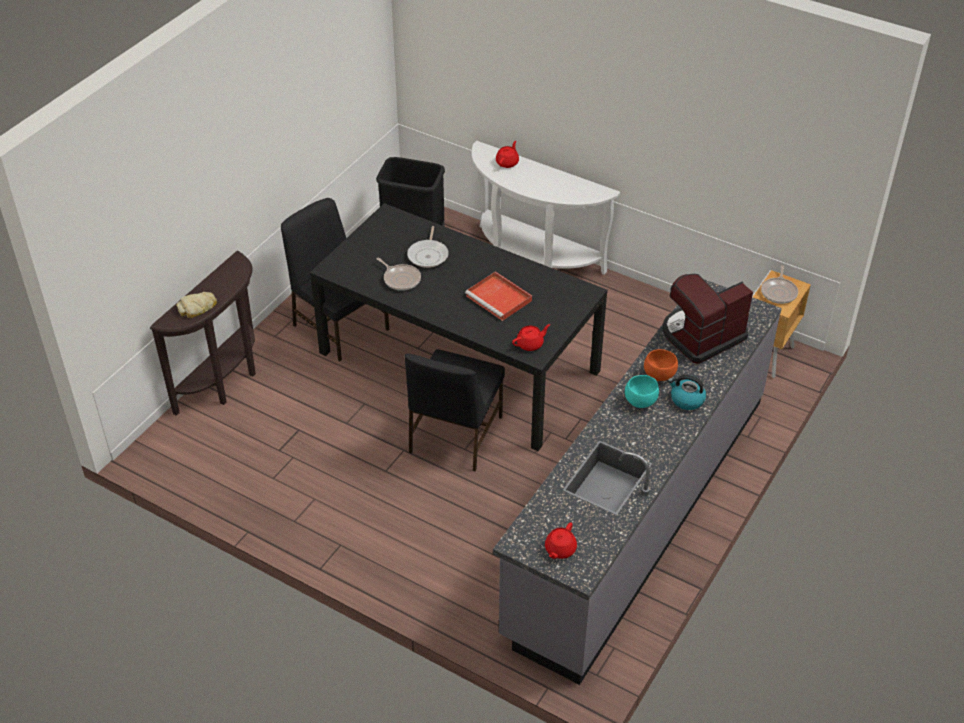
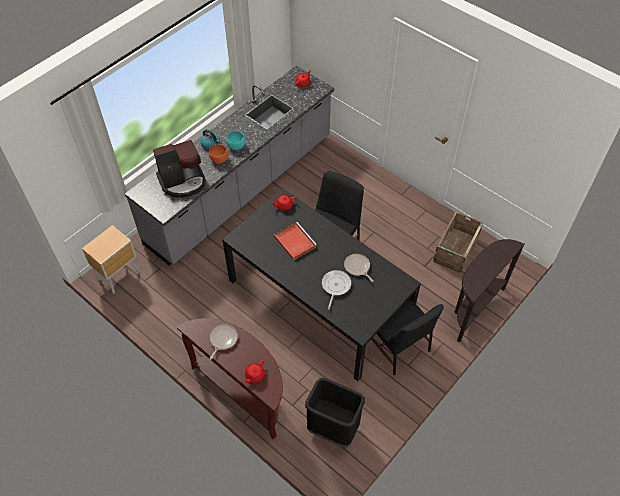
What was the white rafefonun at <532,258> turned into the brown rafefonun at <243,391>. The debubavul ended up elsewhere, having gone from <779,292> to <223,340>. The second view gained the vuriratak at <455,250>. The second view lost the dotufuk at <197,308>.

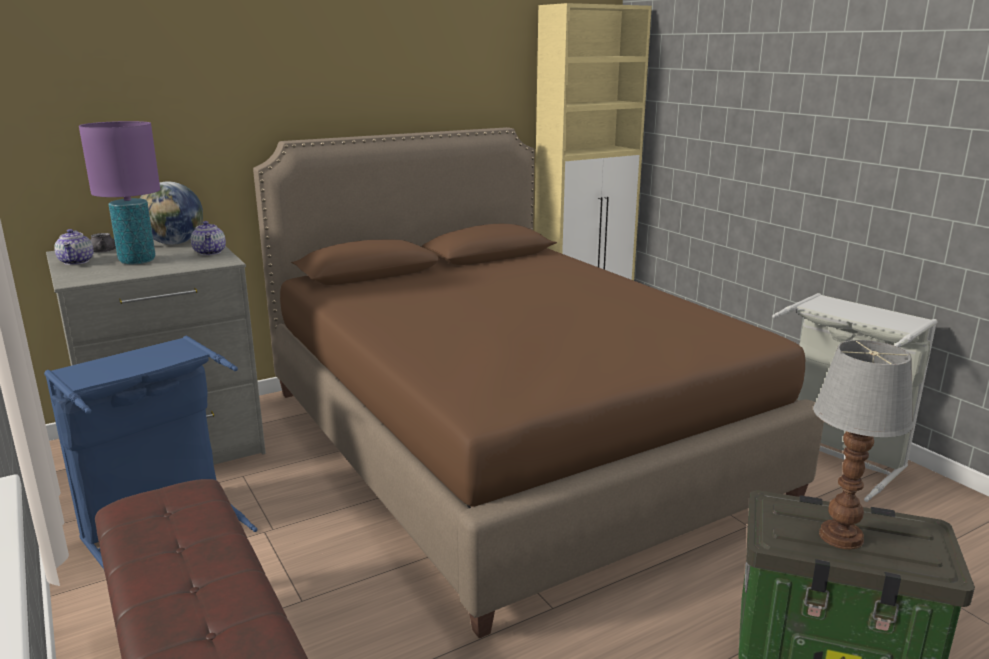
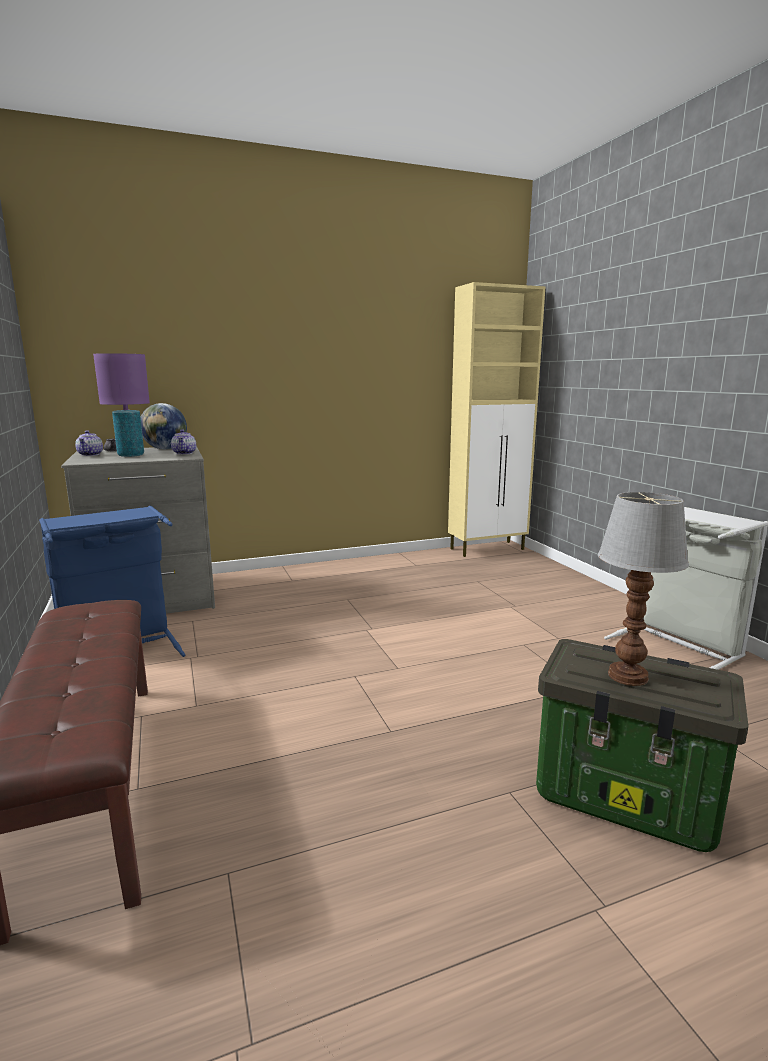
The second view lost the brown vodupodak at <506,441>.

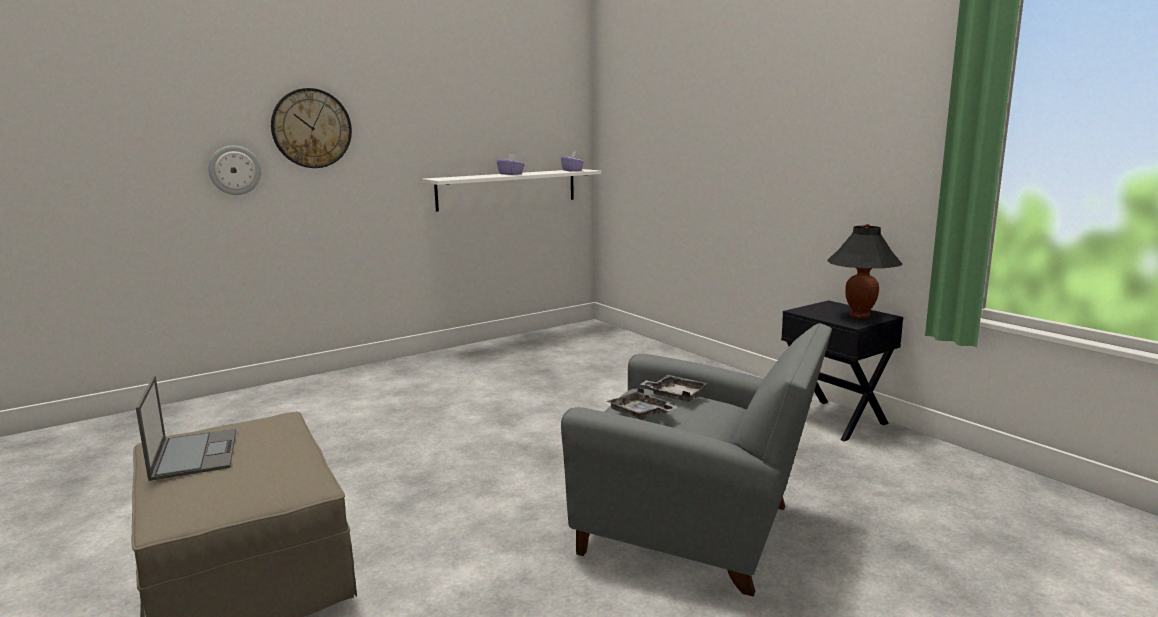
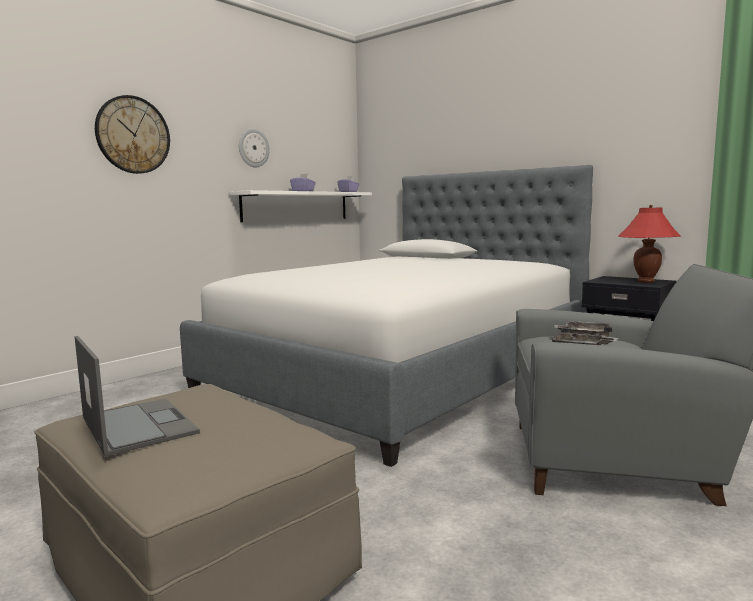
The second view gained the vodupodak at <403,374>. The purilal ended up elsewhere, having gone from <234,170> to <253,148>. What was the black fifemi at <859,316> turned into the red fifemi at <645,281>.

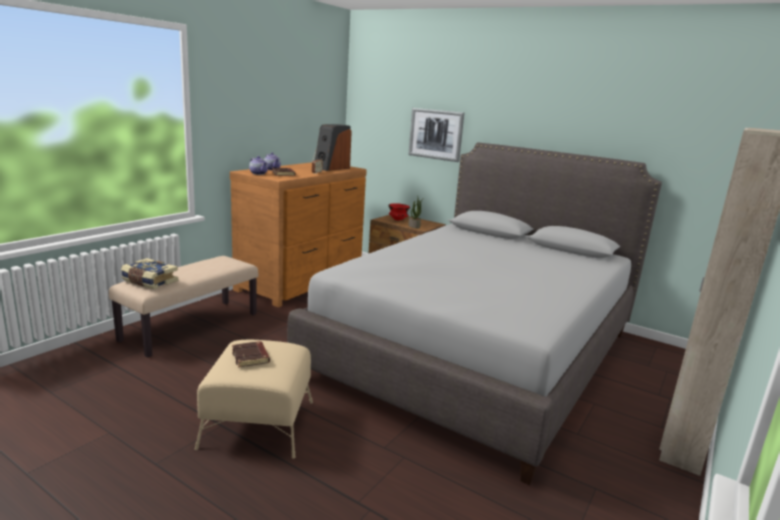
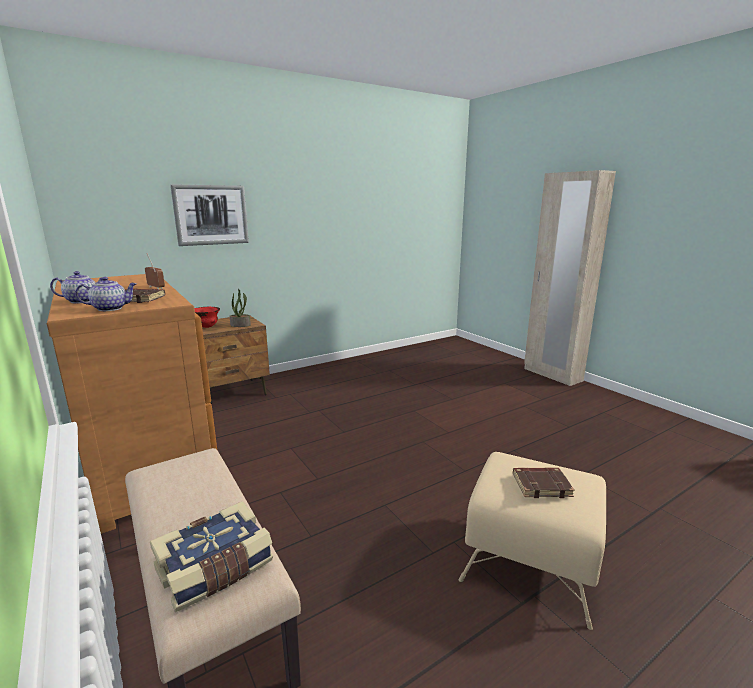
The second view lost the grey vodupodak at <478,353>. The second view lost the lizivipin at <331,168>.

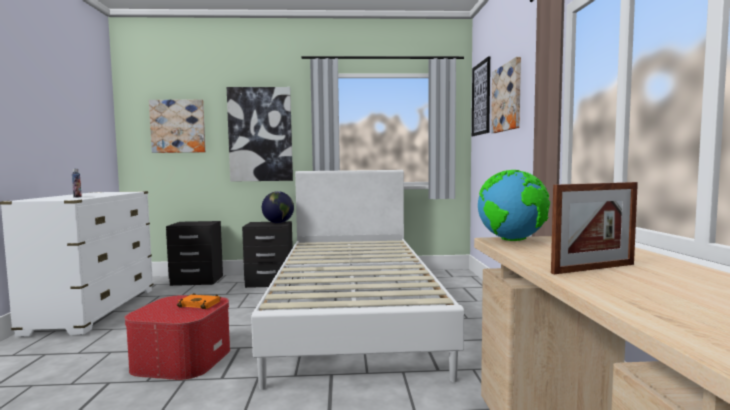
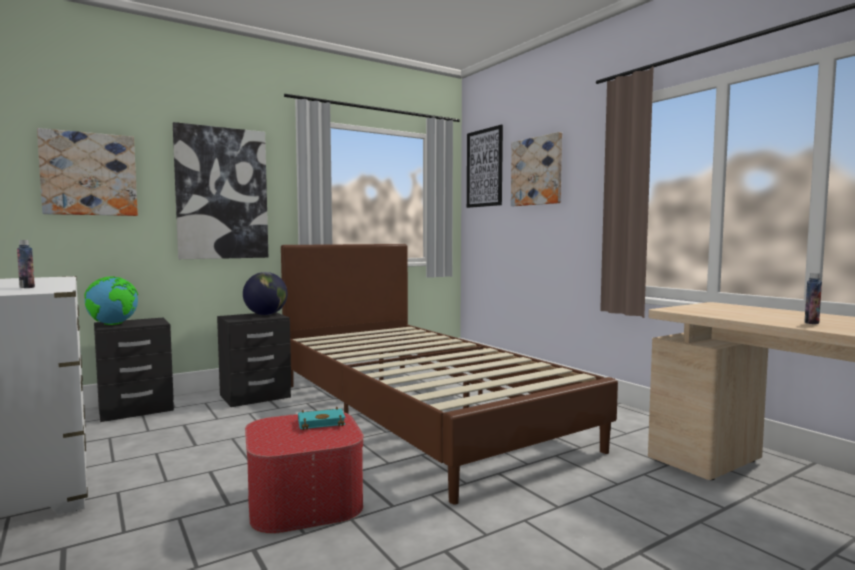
The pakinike ended up elsewhere, having gone from <512,240> to <113,324>. What was the white vodupodak at <354,312> turned into the brown vodupodak at <419,413>. What was the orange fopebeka at <201,304> turned into the turquoise fopebeka at <322,422>. Where the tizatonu stood at <593,268>, the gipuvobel came to stand at <811,323>.

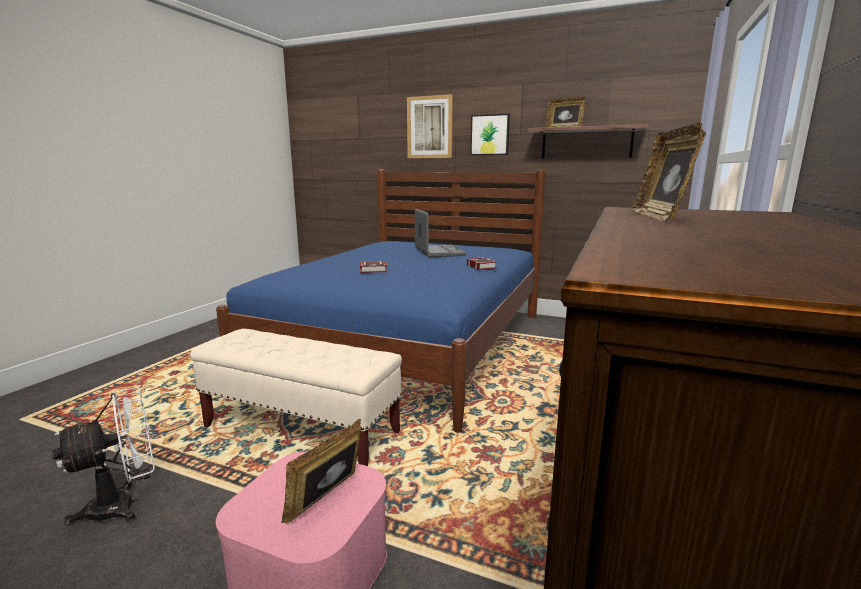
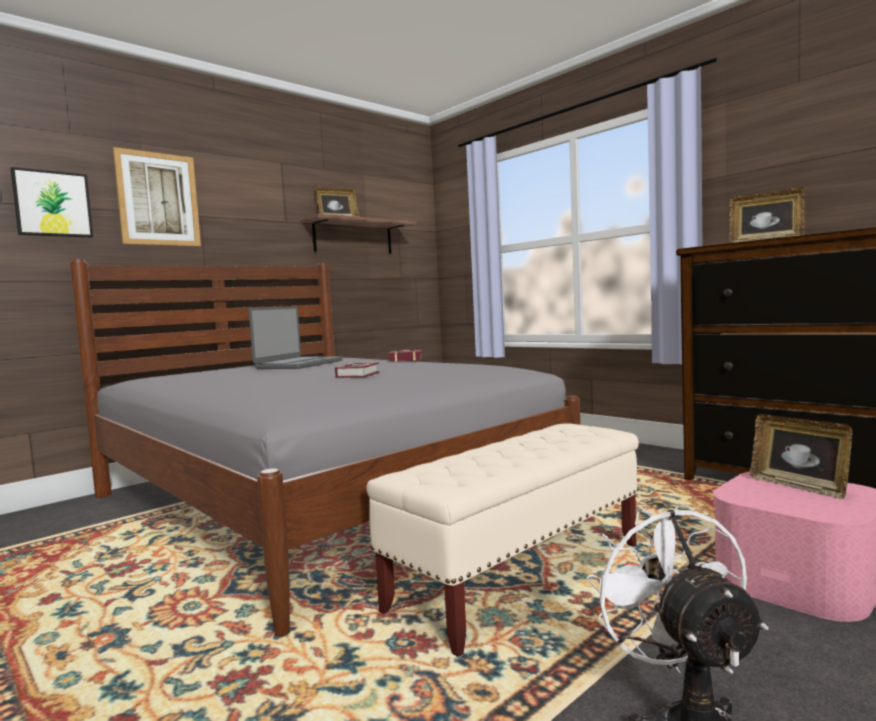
The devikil ended up elsewhere, having gone from <490,135> to <52,204>. What was the blue vodupodak at <408,343> turned into the grey vodupodak at <319,498>. The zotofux at <438,252> ended up facing another way, 105 degrees clockwise from before.

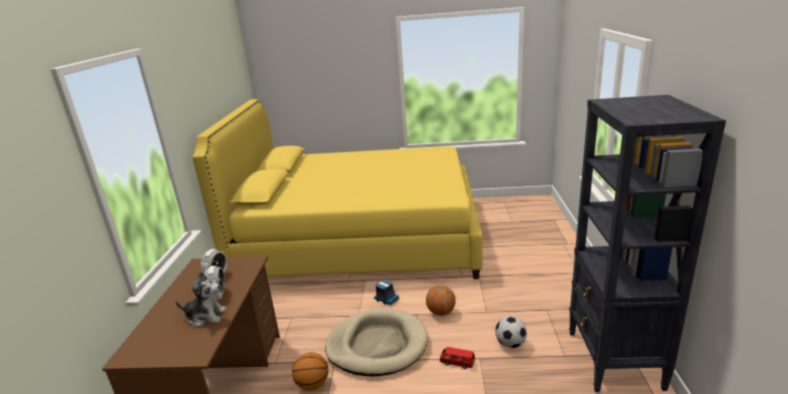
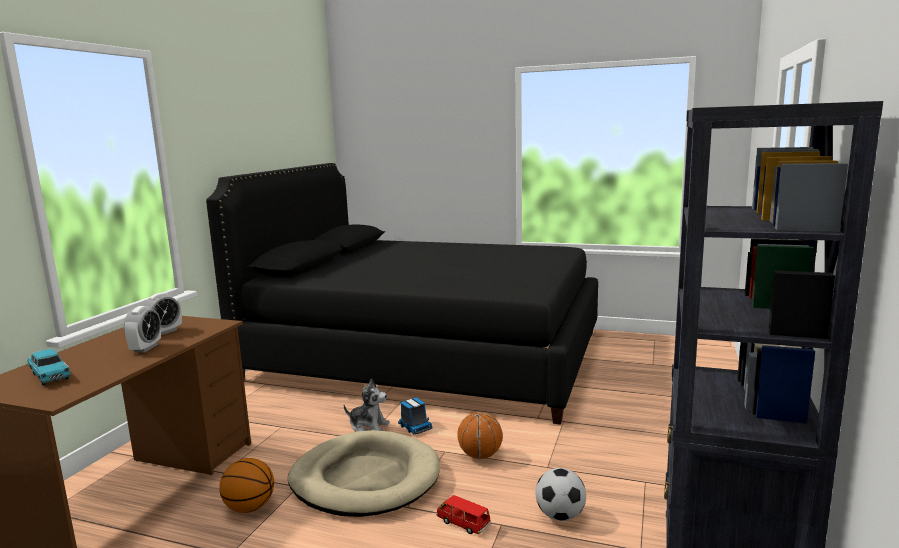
The second view gained the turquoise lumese at <50,376>. What was the yellow vodupodak at <361,240> turned into the black vodupodak at <427,356>. The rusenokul ended up elsewhere, having gone from <206,316> to <368,426>.

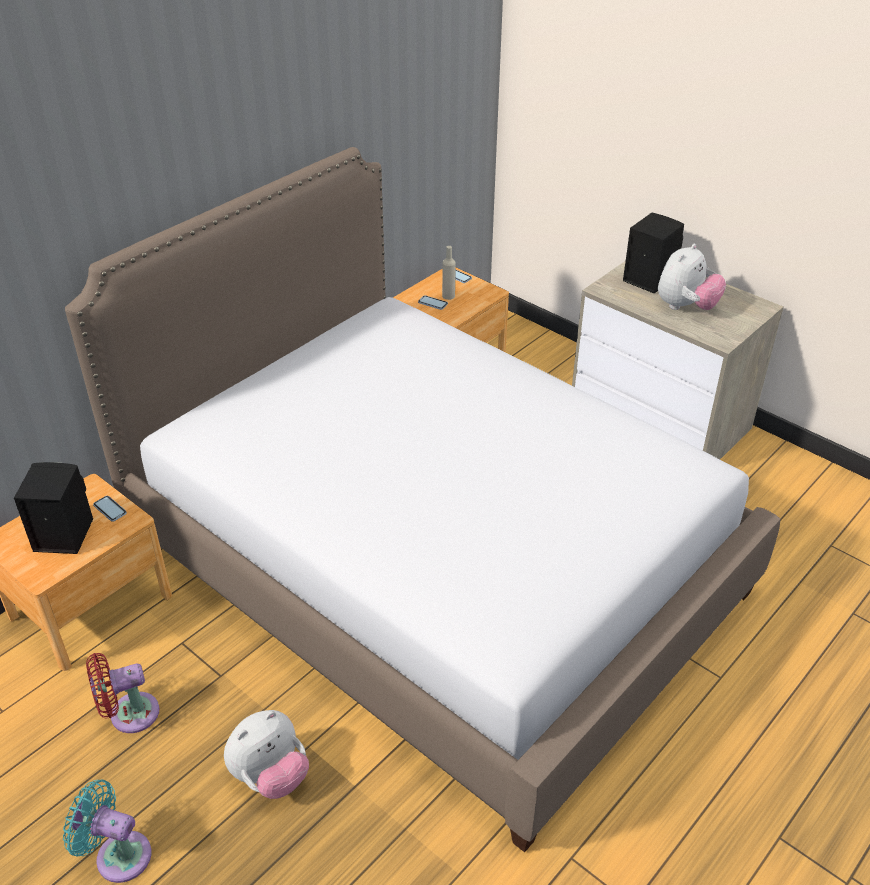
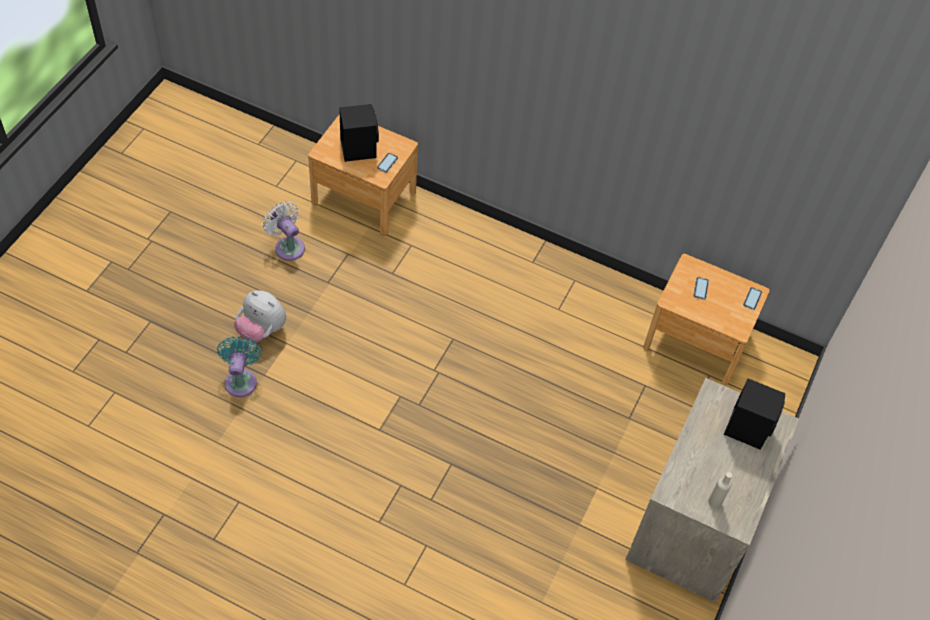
The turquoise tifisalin ended up elsewhere, having gone from <118,855> to <241,379>. What was the red tifisalin at <129,714> turned into the white tifisalin at <288,246>. The beige gipuvobel ended up elsewhere, having gone from <448,296> to <715,502>. The second view lost the vodupodak at <434,566>. The second view lost the rusenokul at <685,307>.

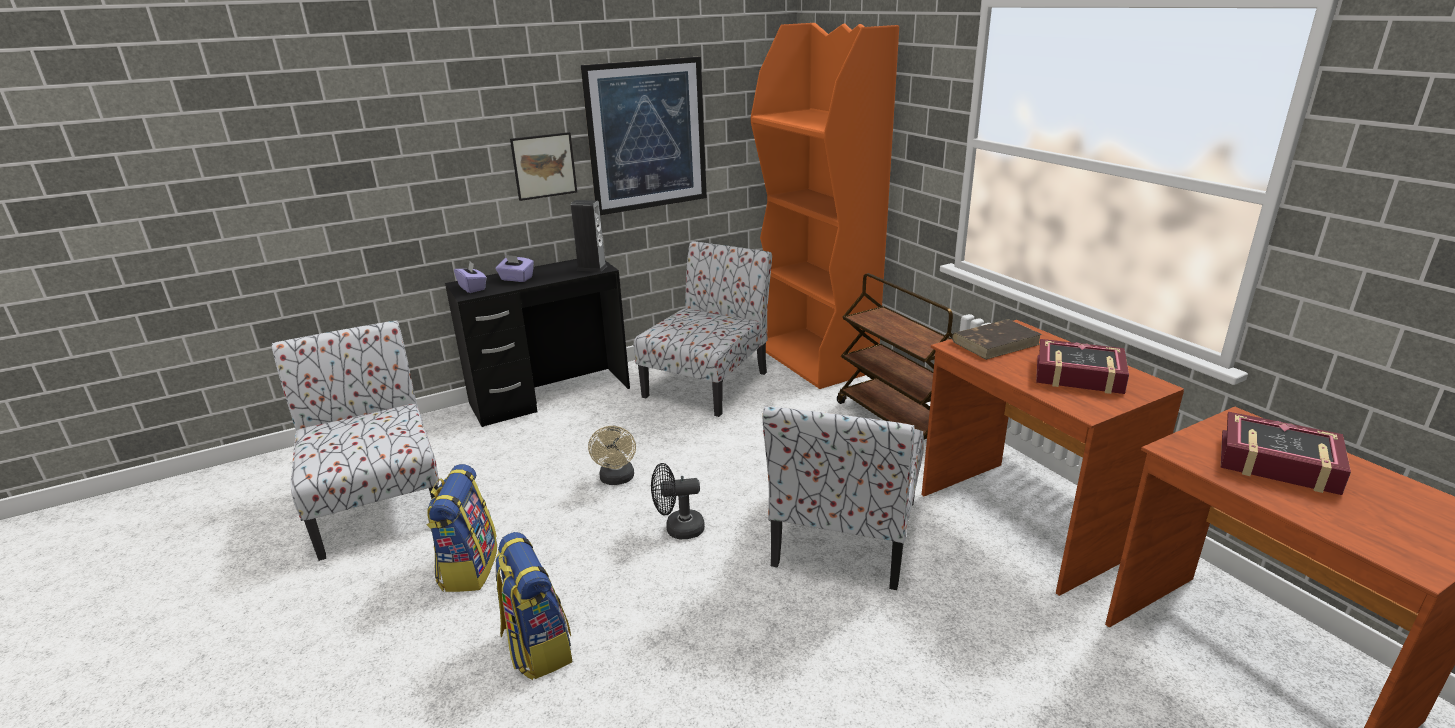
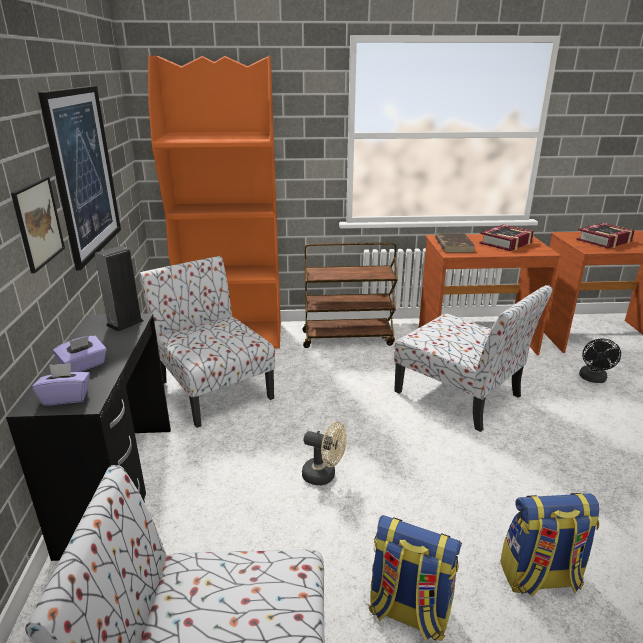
The black tifisalin ended up elsewhere, having gone from <678,529> to <593,379>.

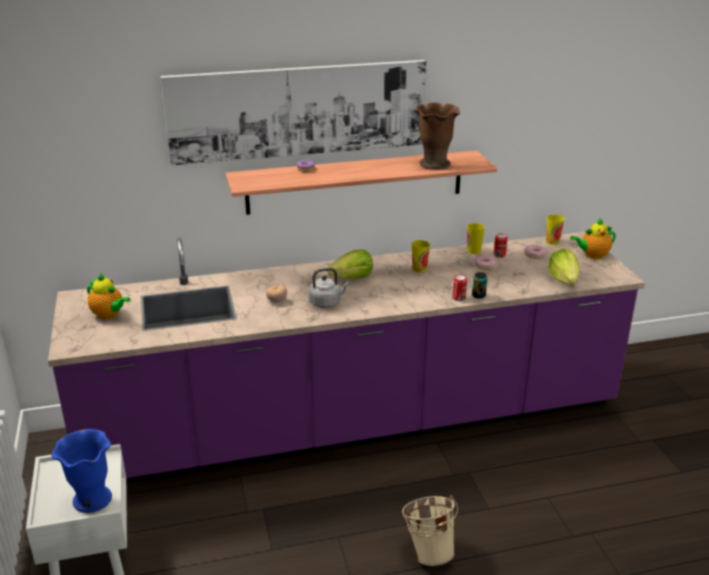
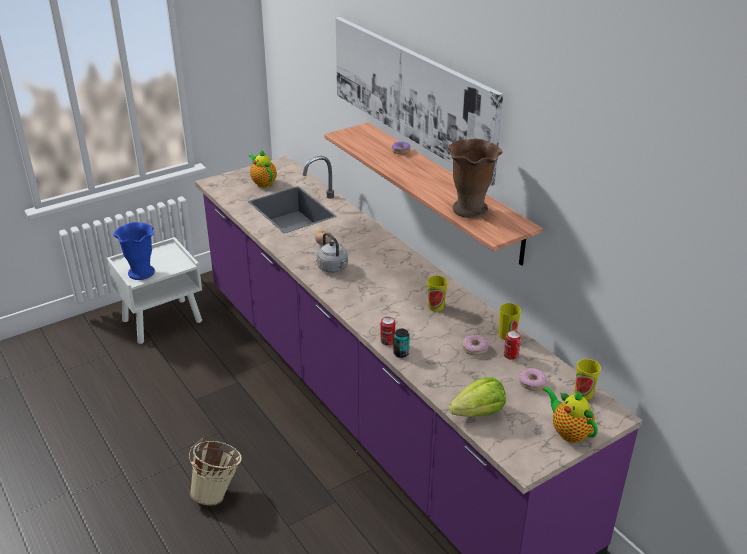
The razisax at <109,315> ended up facing another way, 135 degrees clockwise from before. The second view lost the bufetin at <353,278>.

